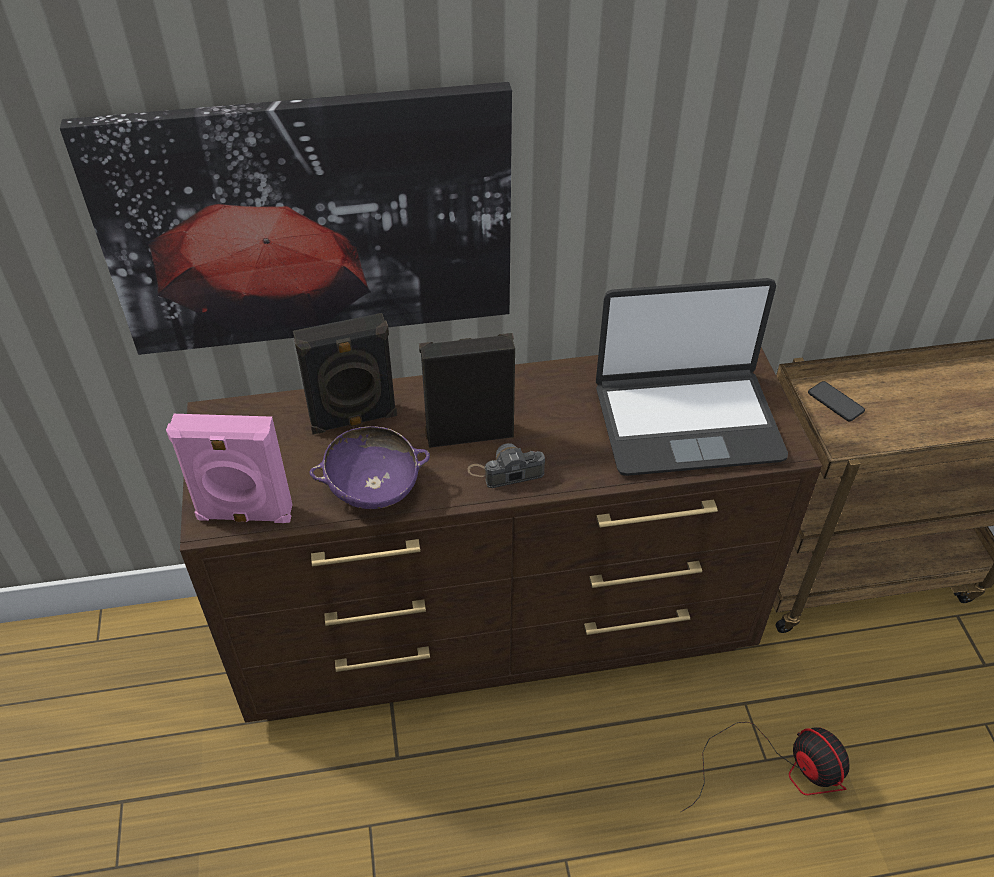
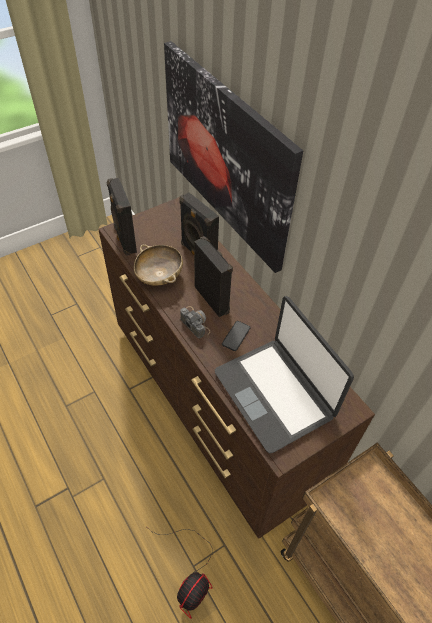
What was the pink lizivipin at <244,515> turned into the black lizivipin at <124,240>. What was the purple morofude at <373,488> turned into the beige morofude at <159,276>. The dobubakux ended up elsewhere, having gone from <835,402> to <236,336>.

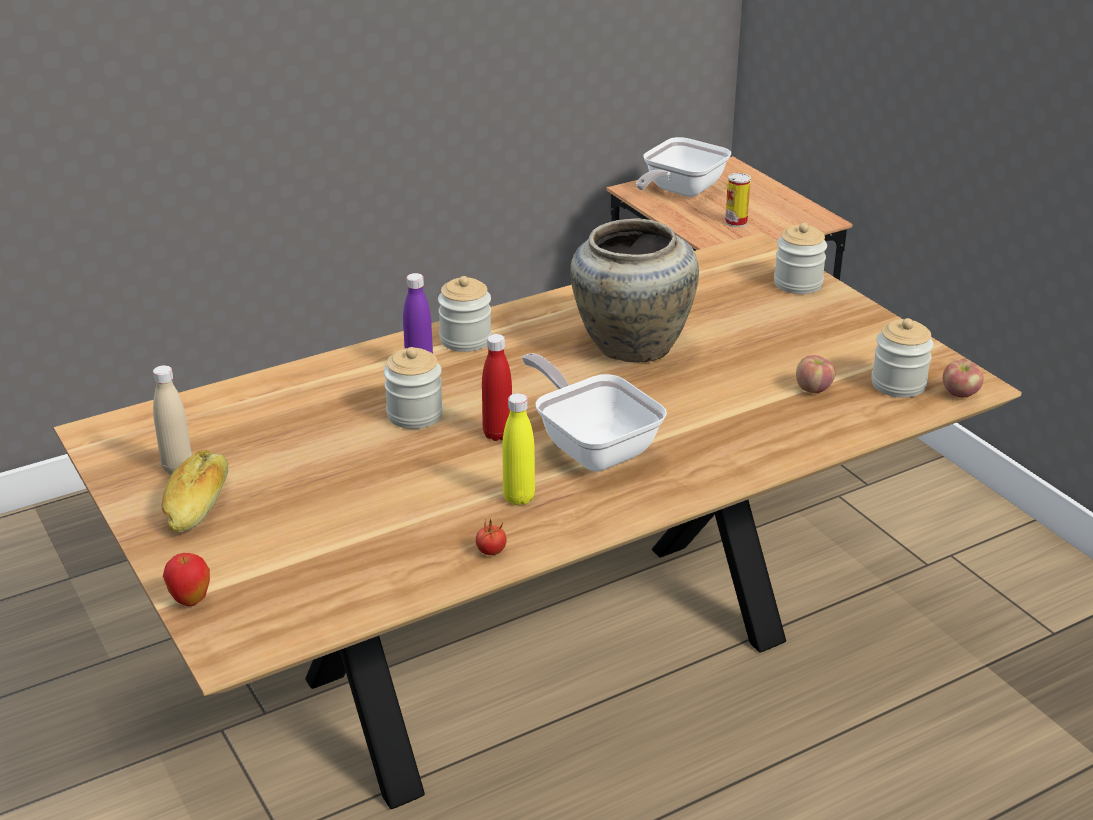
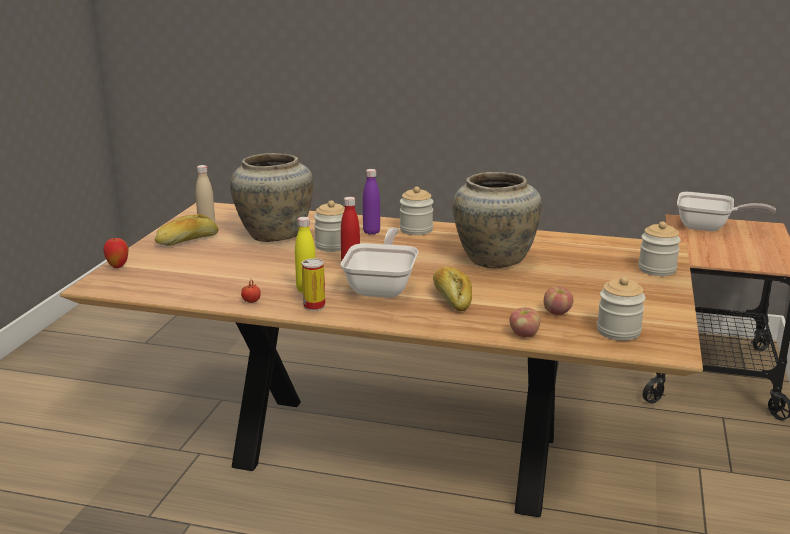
The second view gained the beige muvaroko at <275,234>. The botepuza ended up elsewhere, having gone from <736,222> to <314,306>. The second view gained the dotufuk at <452,298>. The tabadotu ended up elsewhere, having gone from <960,394> to <524,335>. The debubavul at <679,191> ended up facing another way, 150 degrees counterclockwise from before.

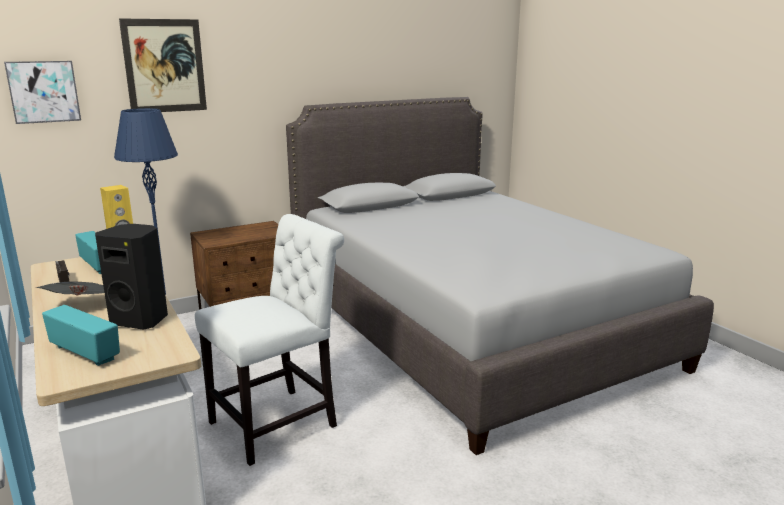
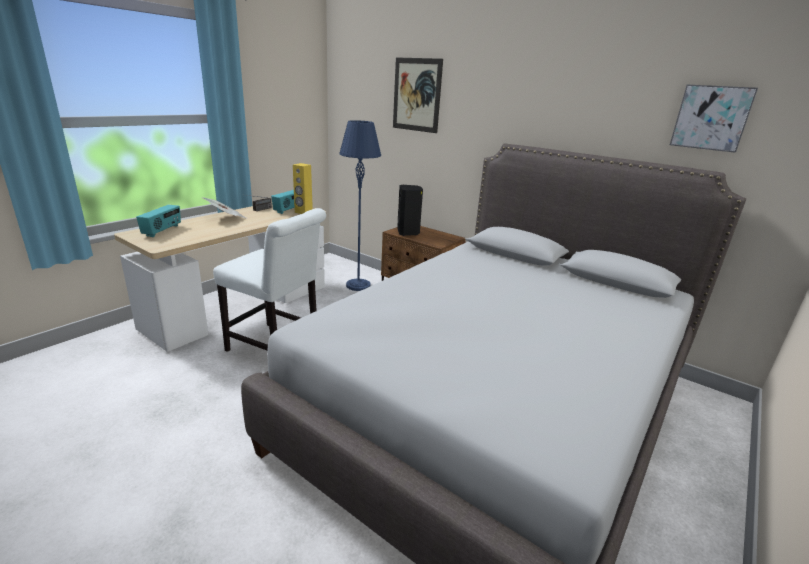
The black lizivipin ended up elsewhere, having gone from <141,320> to <408,232>. The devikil ended up elsewhere, having gone from <43,91> to <711,118>.

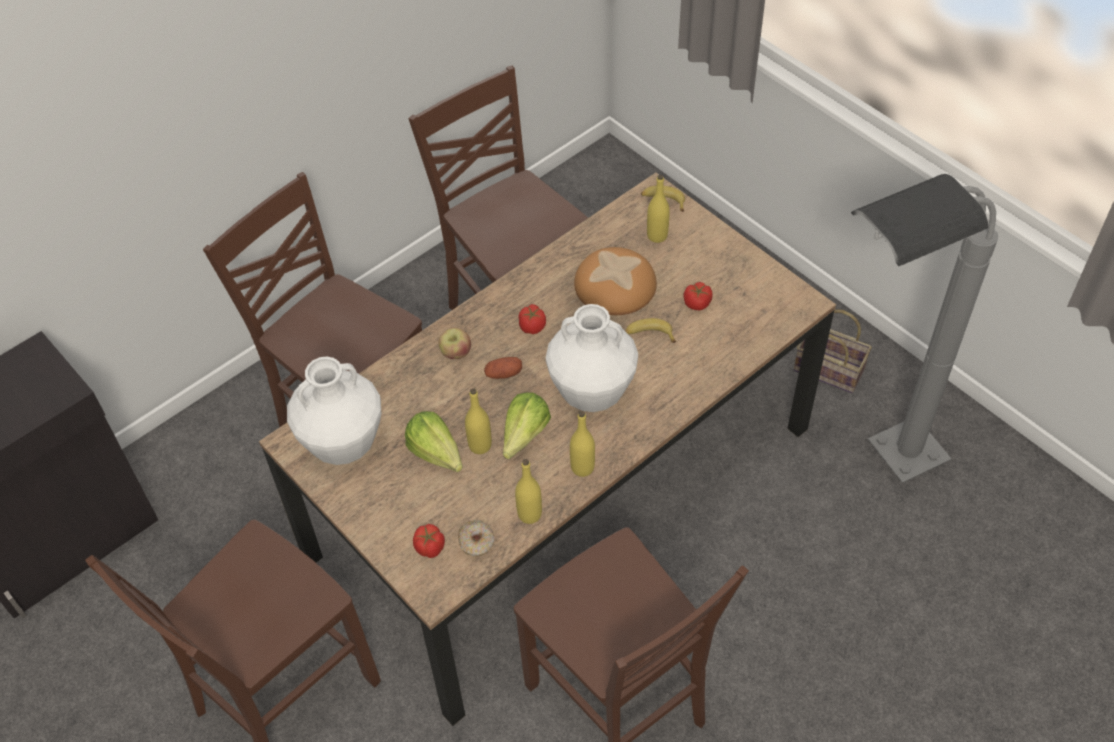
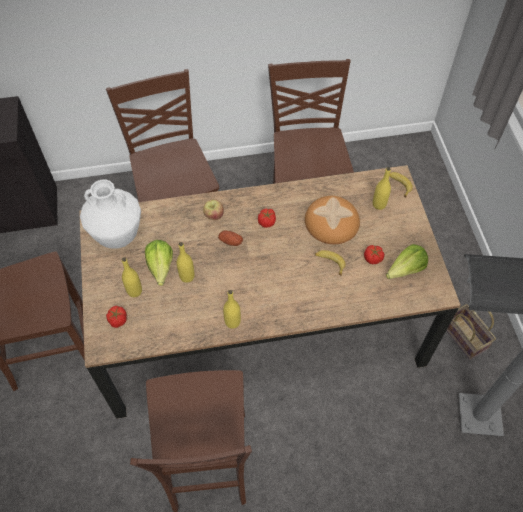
The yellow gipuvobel ended up elsewhere, having gone from <529,514> to <134,291>. The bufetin ended up elsewhere, having gone from <520,440> to <401,271>. The second view lost the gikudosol at <476,542>. The second view lost the white muvaroko at <591,394>.

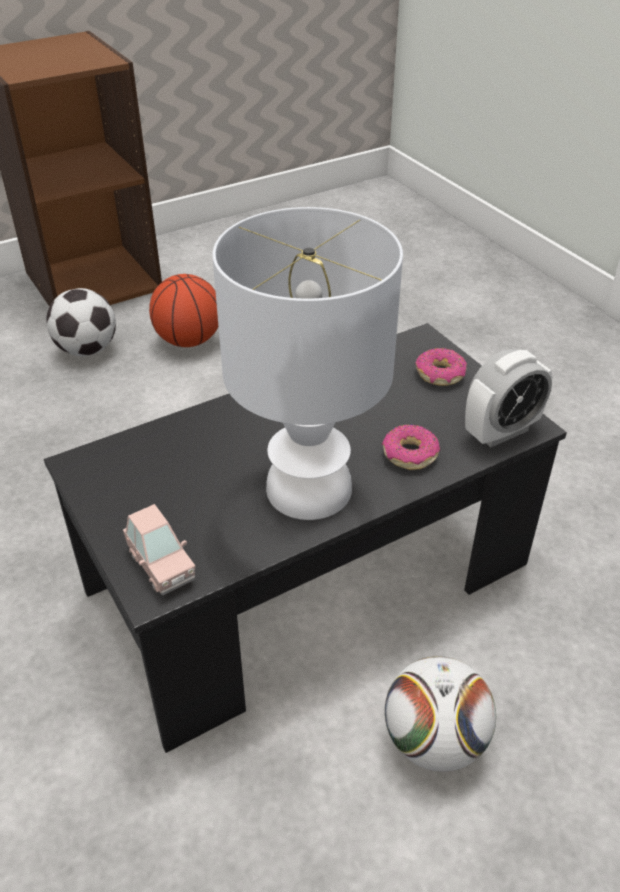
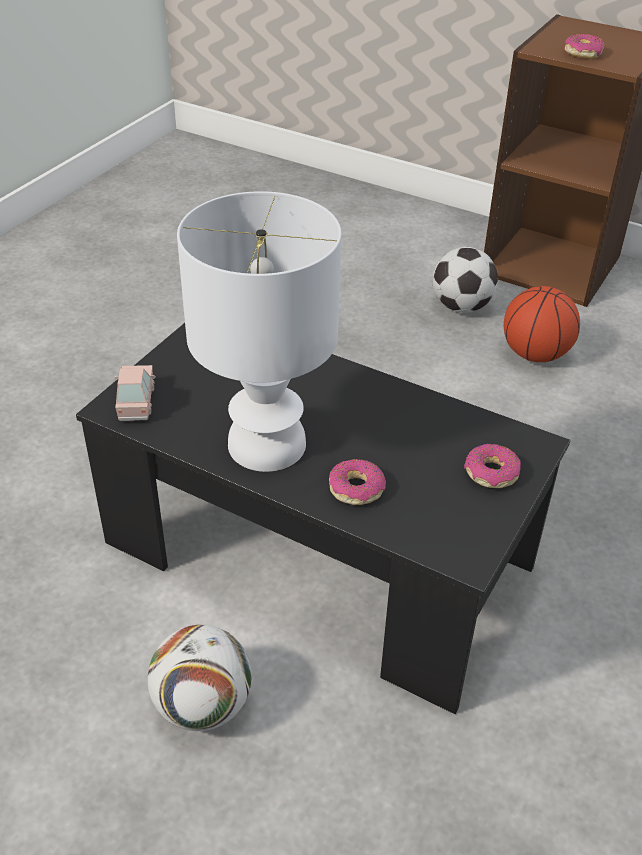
The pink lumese at <161,565> ended up facing another way, 150 degrees clockwise from before. The second view gained the gikudosol at <582,53>. The second view lost the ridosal at <501,432>.

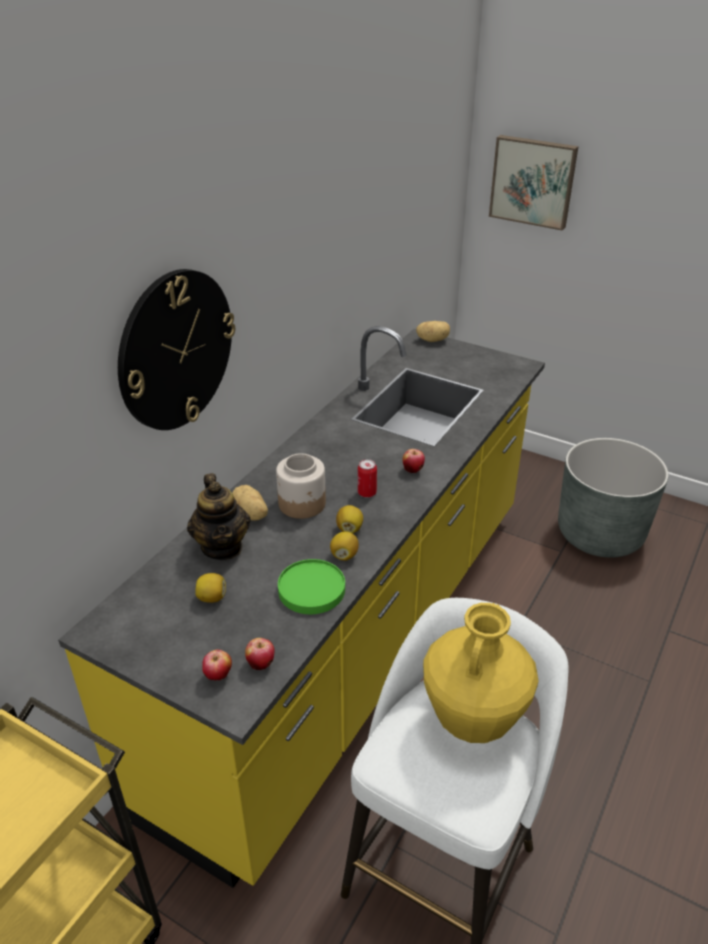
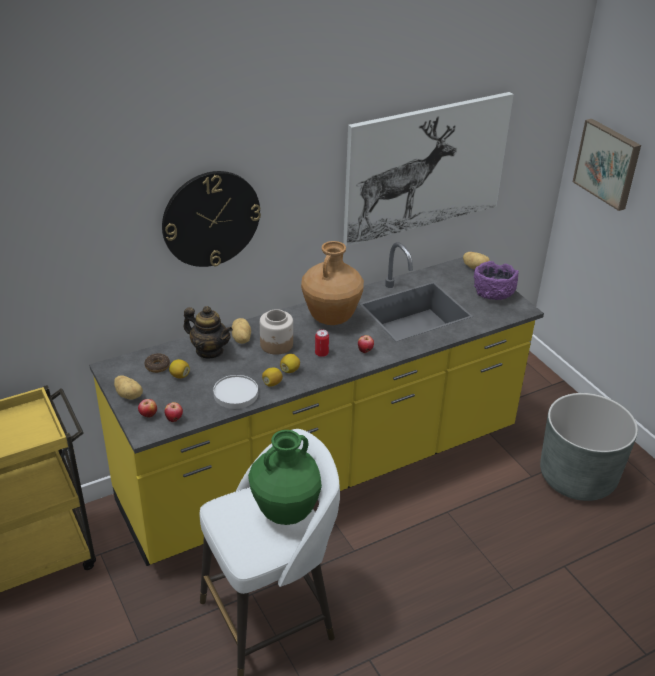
The second view gained the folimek at <129,395>. The second view gained the gikudosol at <157,366>. The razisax at <222,546> ended up facing another way, 75 degrees counterclockwise from before. What was the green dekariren at <312,590> turned into the white dekariren at <236,394>. What was the yellow muvaroko at <473,719> turned into the green muvaroko at <287,511>. The second view gained the brown muvaroko at <331,318>. The second view gained the devikil at <426,167>. The second view gained the purple morofude at <493,292>.

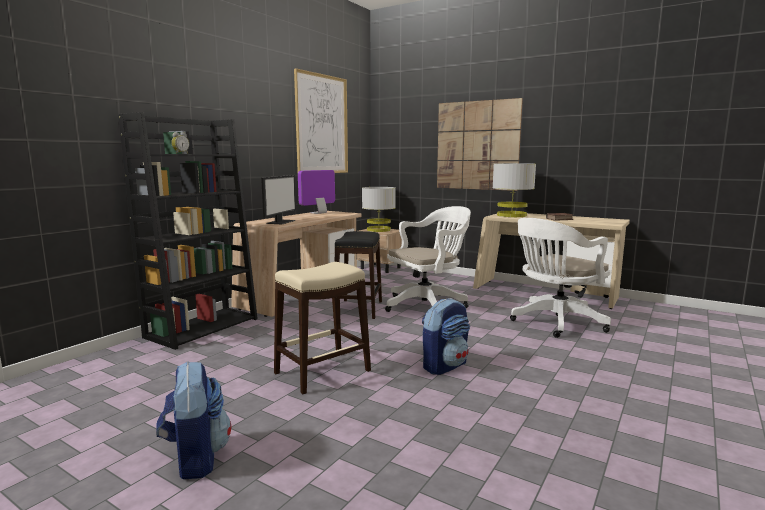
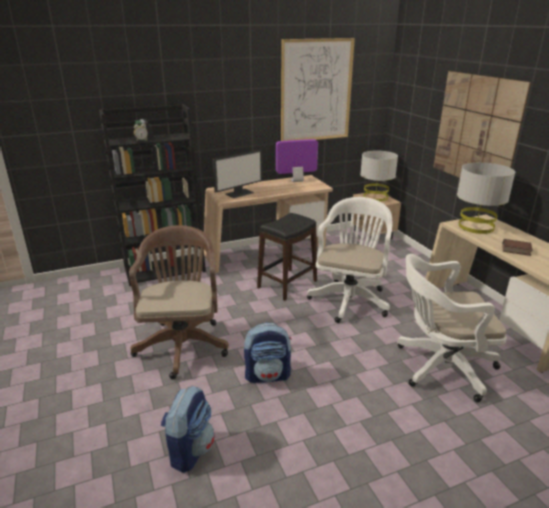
Where the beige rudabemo stood at <322,372>, the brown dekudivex came to stand at <182,343>. The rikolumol ended up elsewhere, having gone from <196,458> to <190,450>. The white dekudivex at <428,305> ended up facing another way, 75 degrees counterclockwise from before.

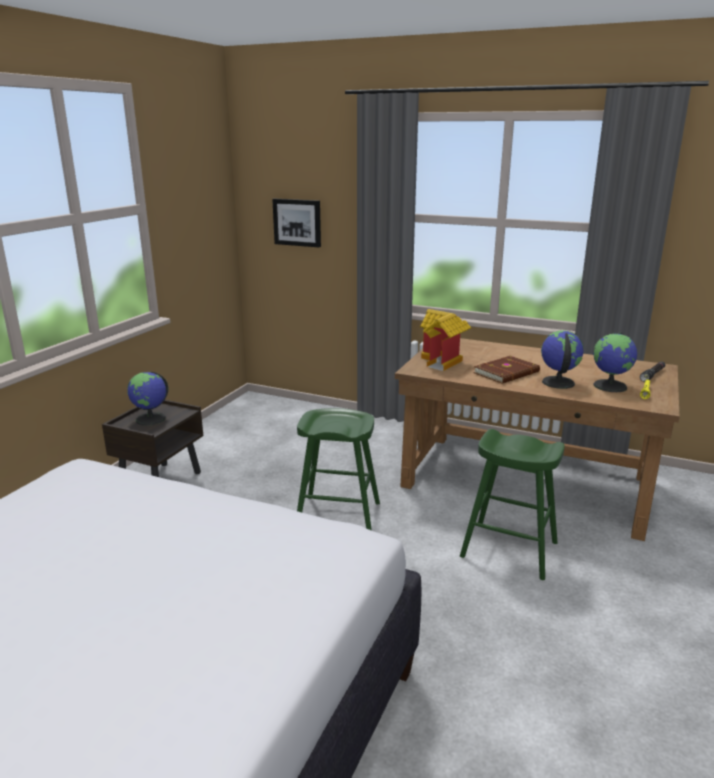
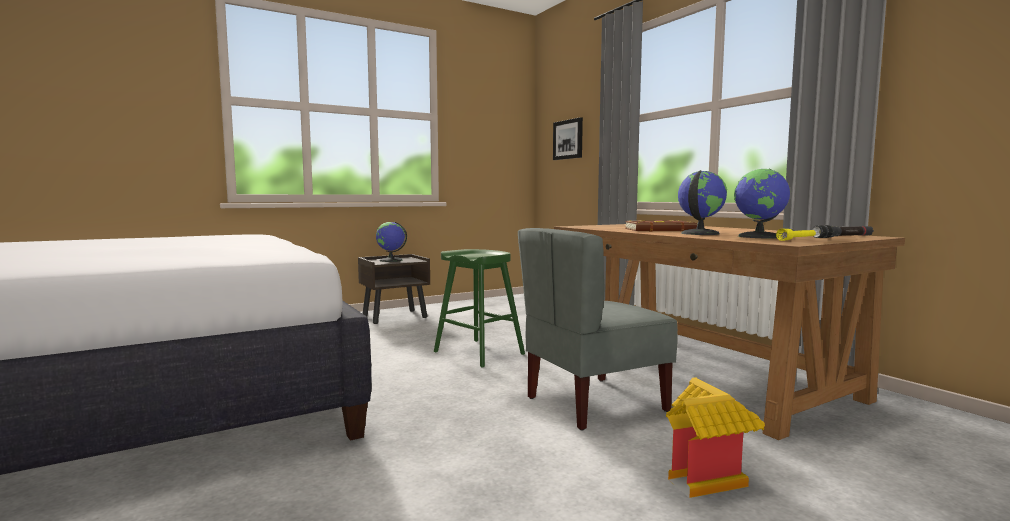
Where the green rudabemo stood at <509,550>, the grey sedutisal came to stand at <594,404>. The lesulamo ended up elsewhere, having gone from <443,362> to <708,478>.

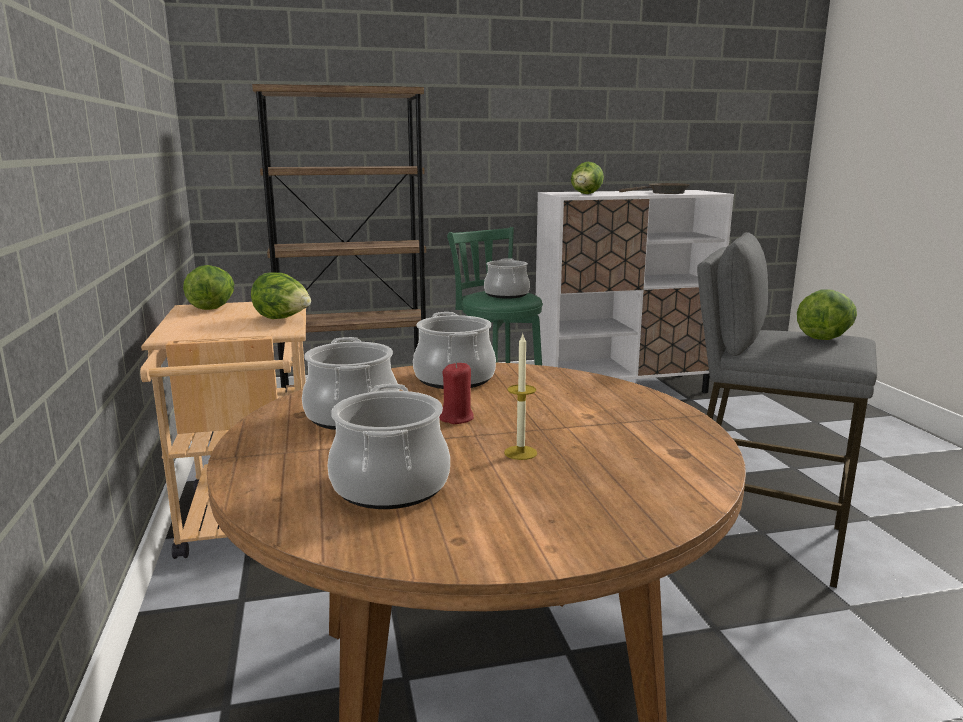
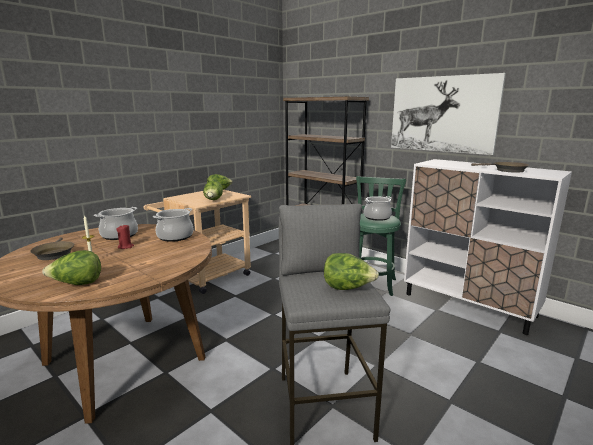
Where the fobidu stood at <391,486>, the brown debubavul came to stand at <54,253>. The bufetin ended up elsewhere, having gone from <586,194> to <77,284>. The second view gained the devikil at <442,114>.

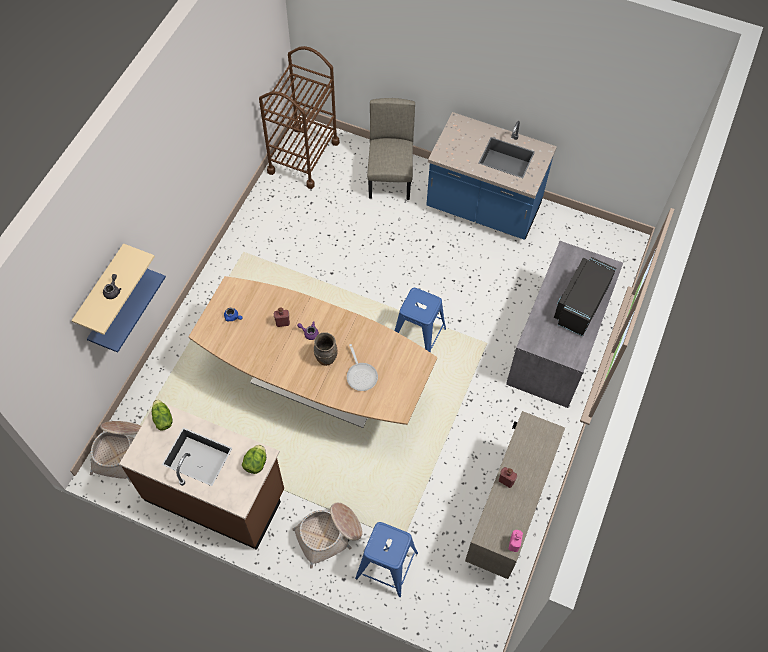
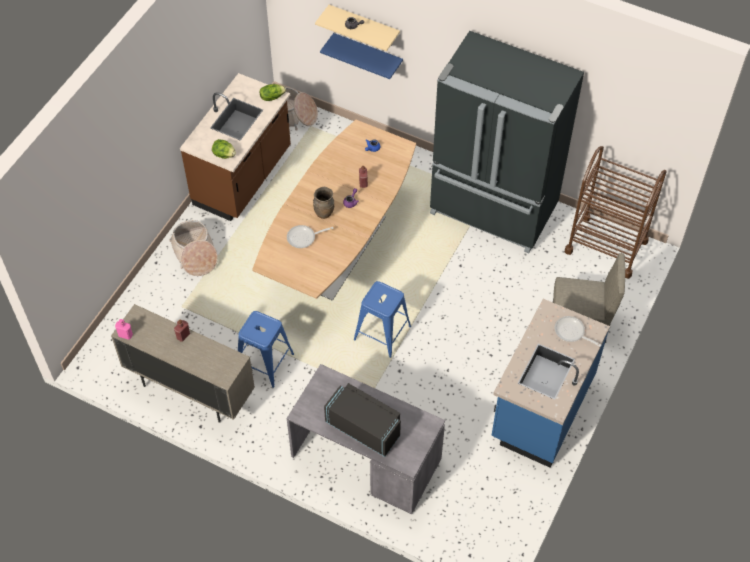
The blue rudabemo ended up elsewhere, having gone from <386,565> to <265,362>. The second view gained the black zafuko at <493,210>. The second view gained the debubavul at <571,332>.

